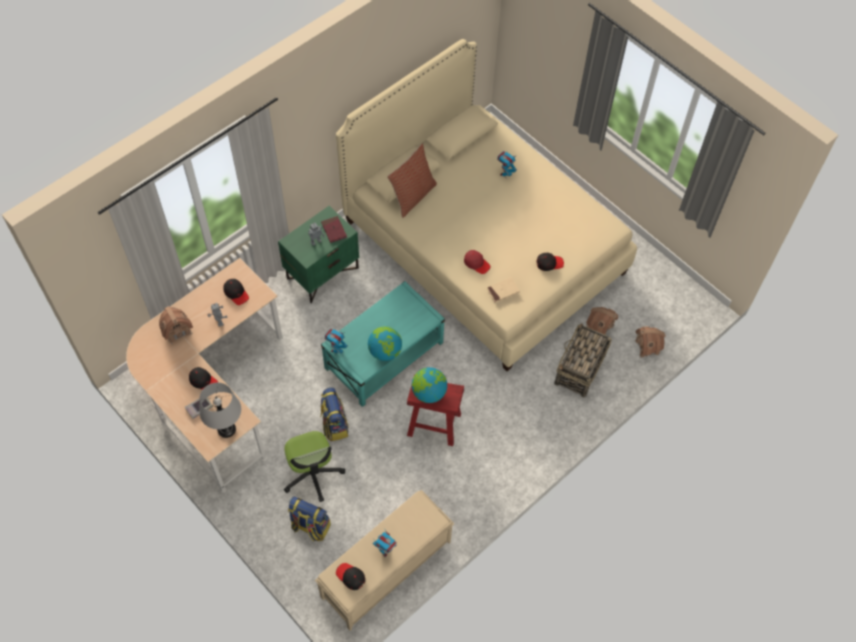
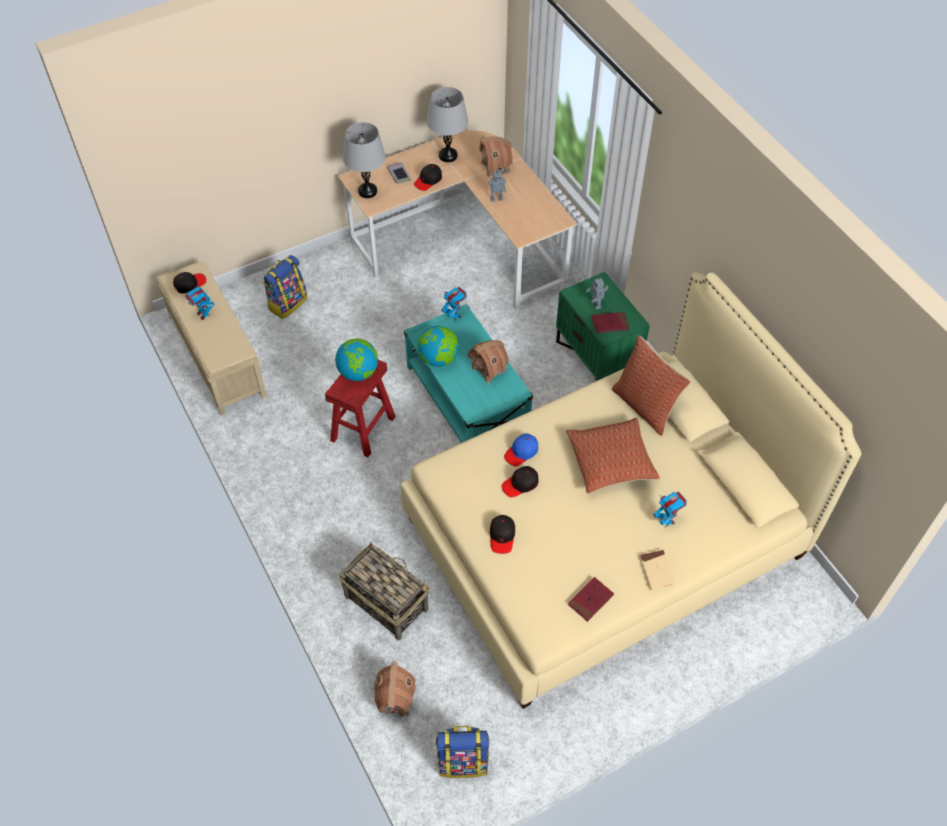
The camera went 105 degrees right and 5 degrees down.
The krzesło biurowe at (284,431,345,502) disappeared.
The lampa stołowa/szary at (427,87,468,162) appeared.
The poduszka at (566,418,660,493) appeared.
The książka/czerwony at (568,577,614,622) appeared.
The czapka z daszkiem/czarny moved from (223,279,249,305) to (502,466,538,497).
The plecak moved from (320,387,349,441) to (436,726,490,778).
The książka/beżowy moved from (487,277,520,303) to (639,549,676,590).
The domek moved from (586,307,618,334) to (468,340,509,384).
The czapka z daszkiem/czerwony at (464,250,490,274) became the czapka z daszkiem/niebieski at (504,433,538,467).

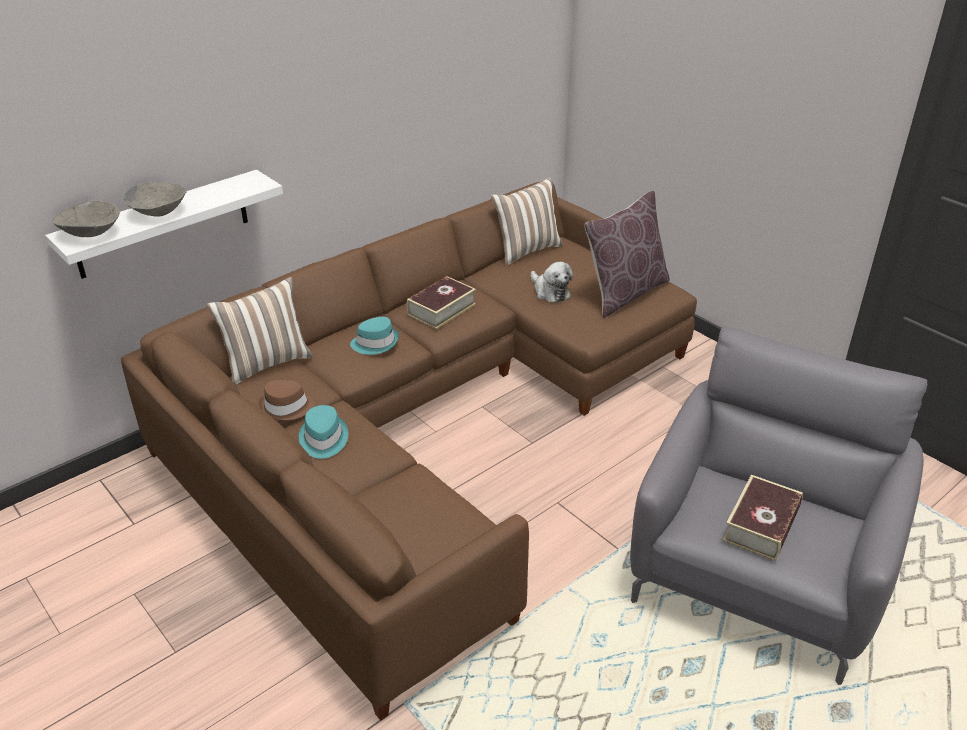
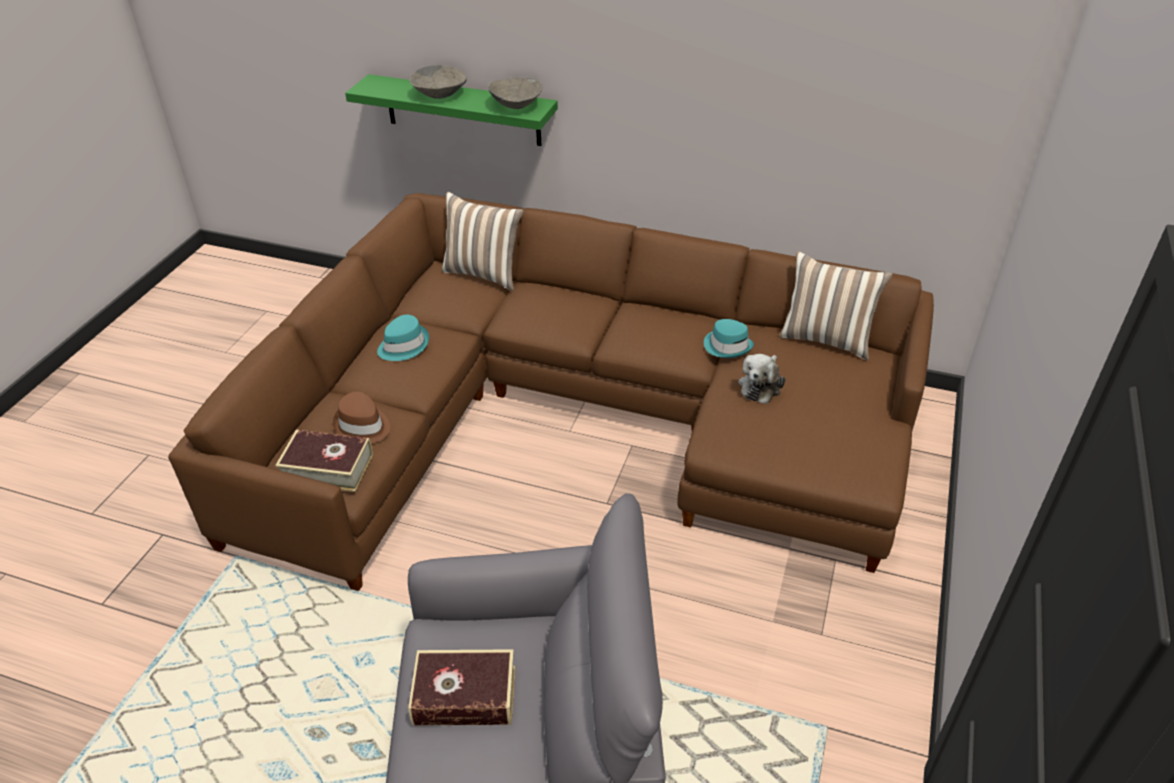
The camera went 60 degrees right and 5 degrees up.
The poduszka/brązowy at (584,191,670,318) disappeared.
The miska/szary moved from (52,200,120,237) to (488,77,543,109).
The kapelusz/brązowy moved from (259,380,314,421) to (333,392,390,443).
The kapelusz/turkusowy moved from (350,317,399,355) to (704,319,754,358).
The książka moved from (407,276,476,329) to (275,429,373,492).
The półka/biały at (45,170,283,279) became the półka/zielony at (345,74,558,146).

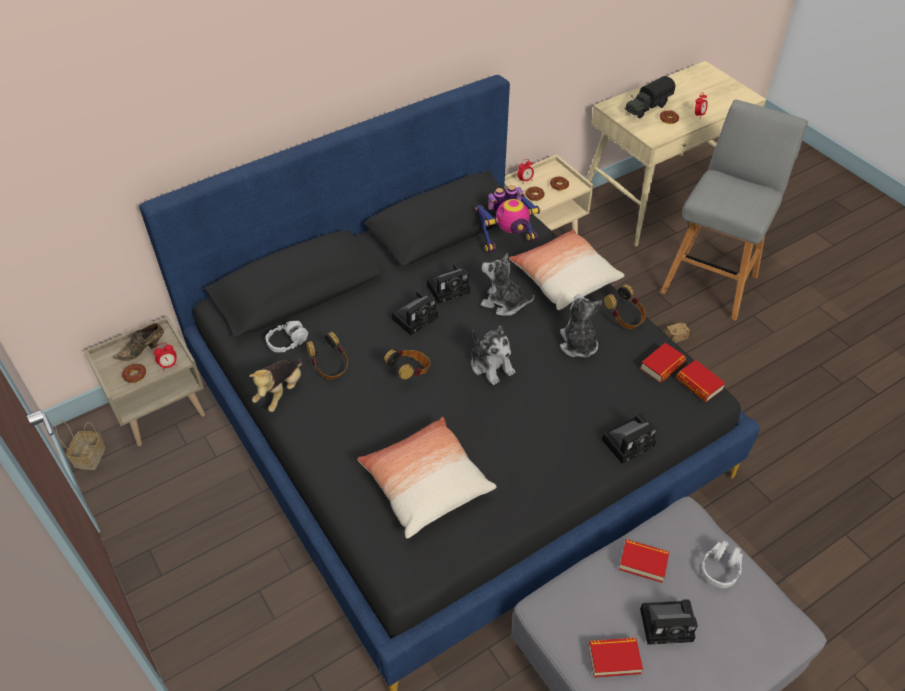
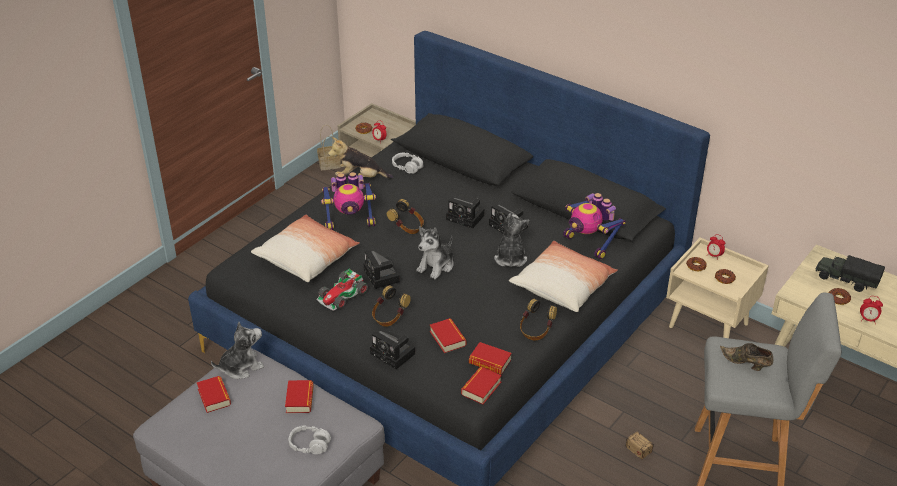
The camera went 70 degrees right and 10 degrees down.
The samochodzik at (316,268,368,311) appeared.
The robot zabawkowy at (321,172,376,230) appeared.
The książka at (430,318,466,353) appeared.
The but/brązowy moved from (113,323,164,361) to (720,343,774,371).
The słuchawki moved from (306,332,348,379) to (372,285,411,327).
The pluszak moved from (560,294,602,357) to (211,322,264,379).
The aparat fotograficzny moved from (640,599,698,645) to (364,250,400,289).

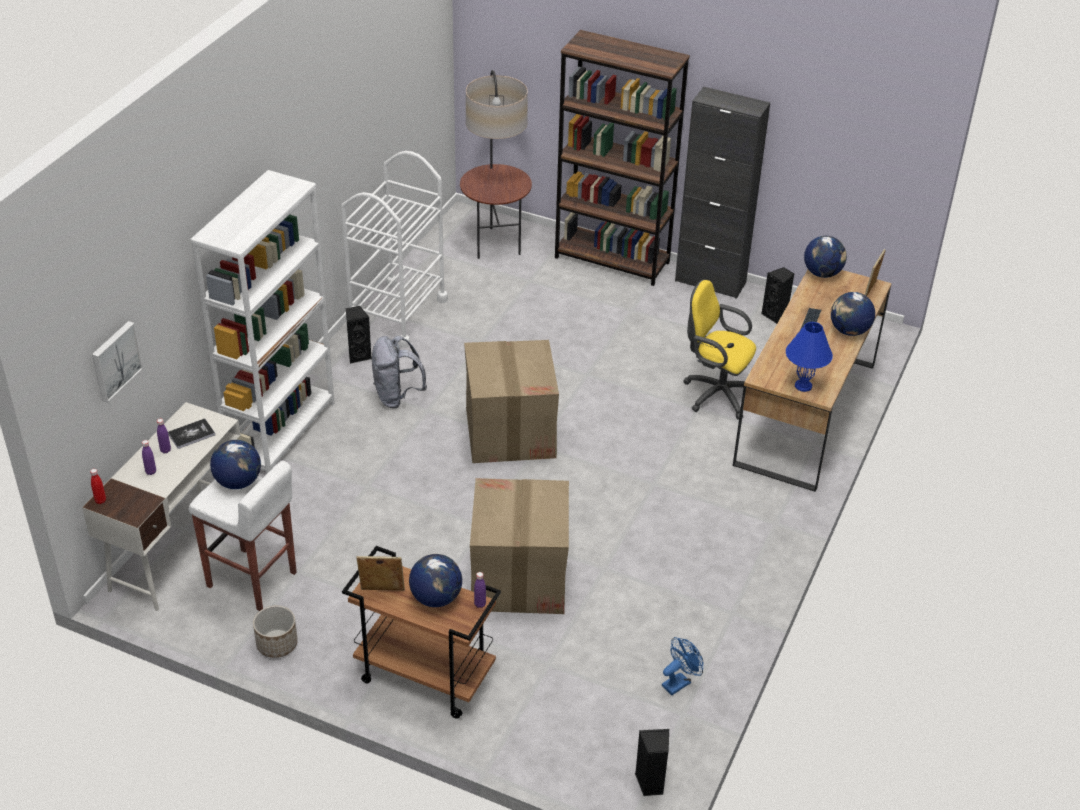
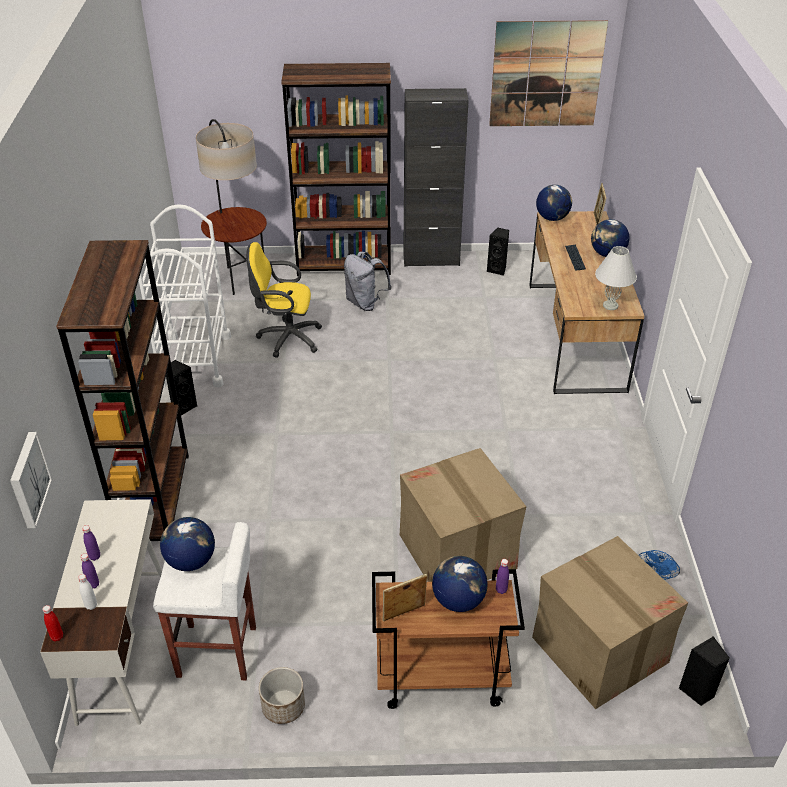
The camera went 25 degrees left and 0 degrees up.
The książka at (168,419,215,449) disappeared.
The butelka/biały at (78,574,97,610) appeared.
The obraz at (489,20,608,126) appeared.
The plecak/szary moved from (372,336,427,408) to (344,251,391,311).
The karton moved from (464,340,559,463) to (532,536,688,709).
The krzesło biurowe/żółty moved from (683,280,756,419) to (246,242,322,358).
The regał/biały at (191,170,335,474) became the regał/brązowy at (56,240,189,541).
The lampa stołowa/niebieski at (786,322,833,392) became the lampa stołowa/biały at (595,246,637,310).

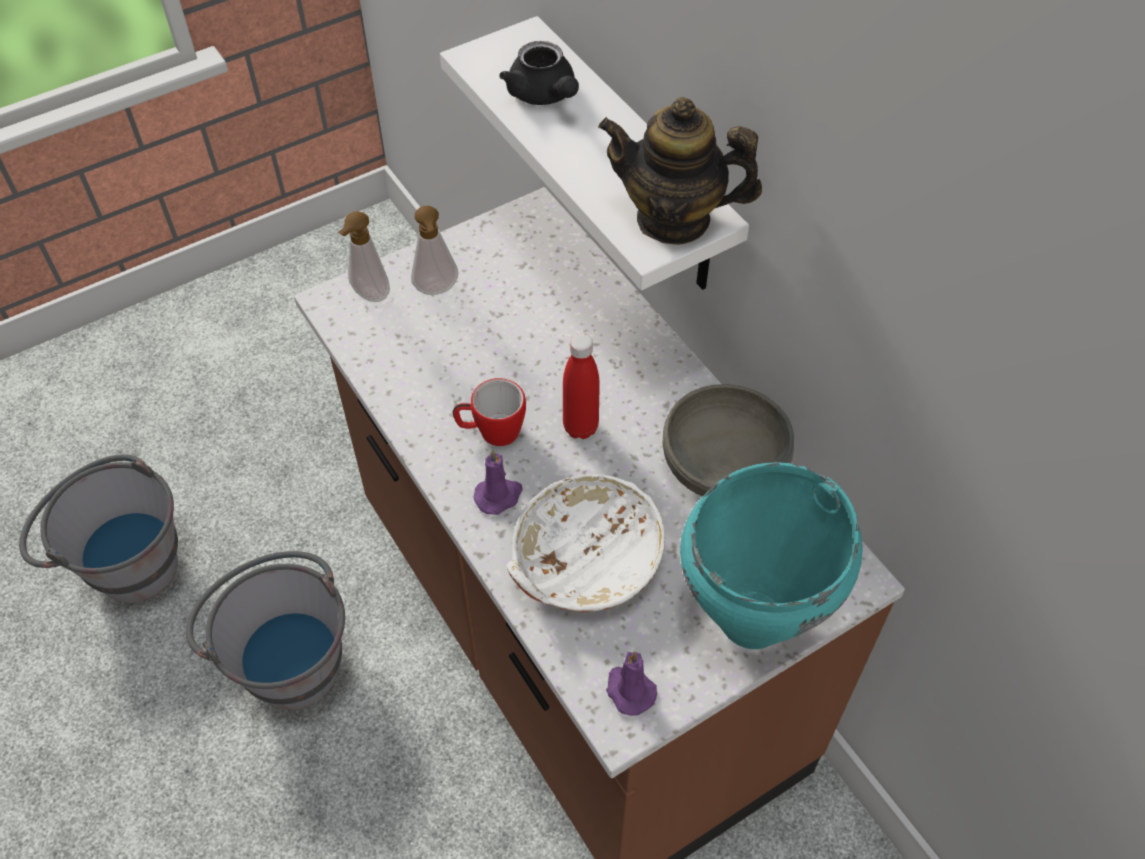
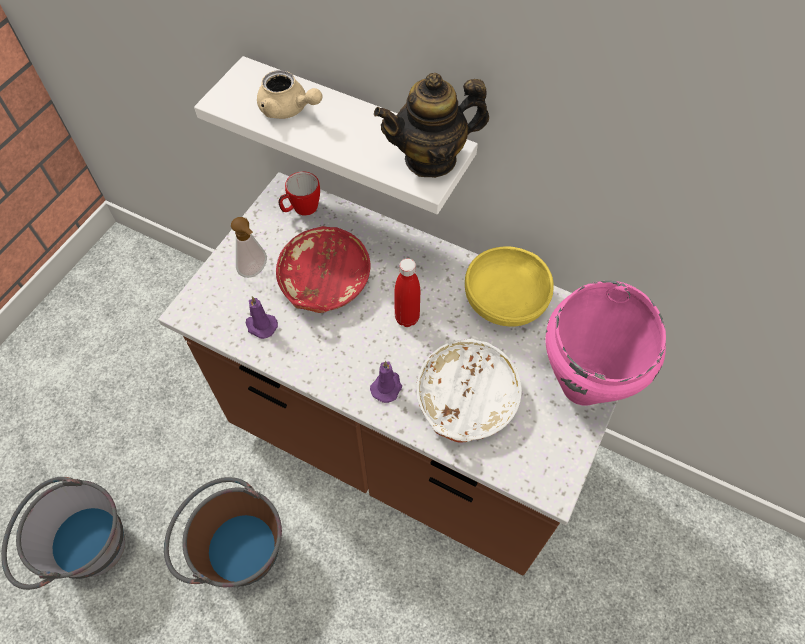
The camera went 30 degrees left and 5 degrees up.
The dozownik mydła at (338,211,390,302) disappeared.
The miska/czerwony at (276,226,371,313) appeared.
The kubek moved from (452,378,526,446) to (278,172,320,216).
The świeca/fioletowy moved from (606,651,657,716) to (246,296,278,339).
The wiadro/szary at (186,551,345,710) became the wiadro/brązowy at (164,477,282,587).
The imbryk/czarny at (499,41,579,105) became the imbryk/beżowy at (257,70,322,119).
The miska/szary at (663,384,794,497) became the miska/żółty at (465,246,554,327).
The garnek/turkusowy at (680,462,862,649) became the garnek/różowy at (546,281,666,406).

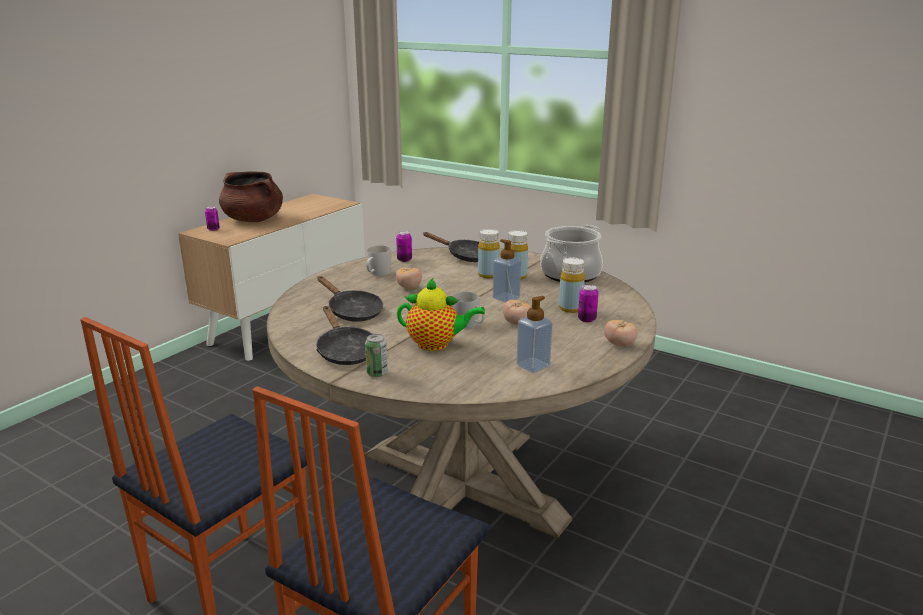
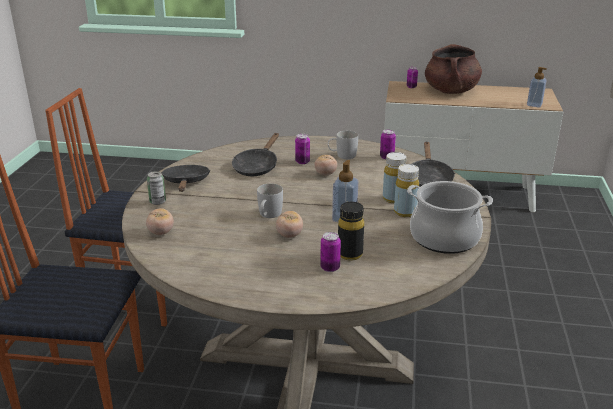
The camera went 65 degrees right and 5 degrees up.
The imbryk at (397,278,485,351) disappeared.
The puszka at (295,134,310,164) appeared.
The dozownik mydła moved from (517,296,552,373) to (527,67,547,108).
The pomidor moved from (604,320,638,346) to (146,208,174,235).
The butelka/żółty at (559,258,585,313) became the butelka/czarny at (338,202,364,261).
The patelnia/czarny at (316,306,372,365) turned 135 degrees clockwise.

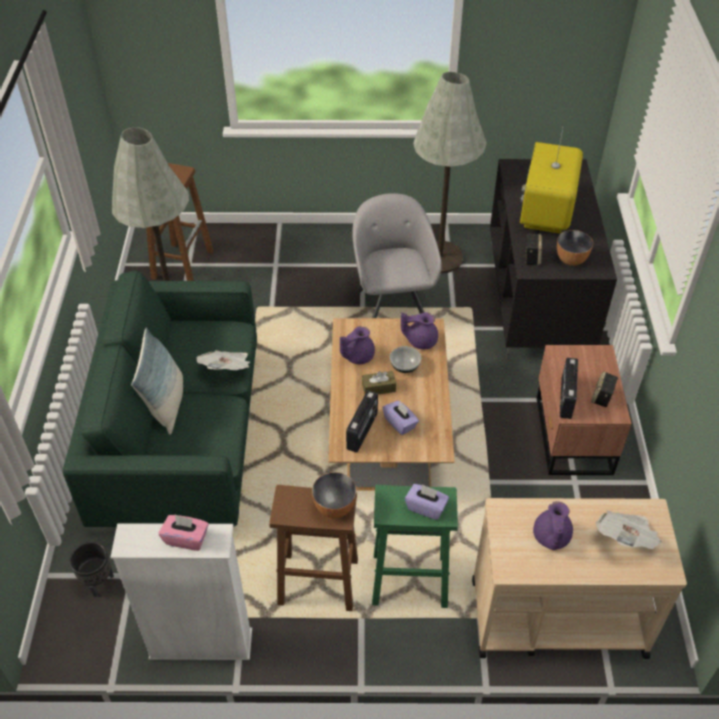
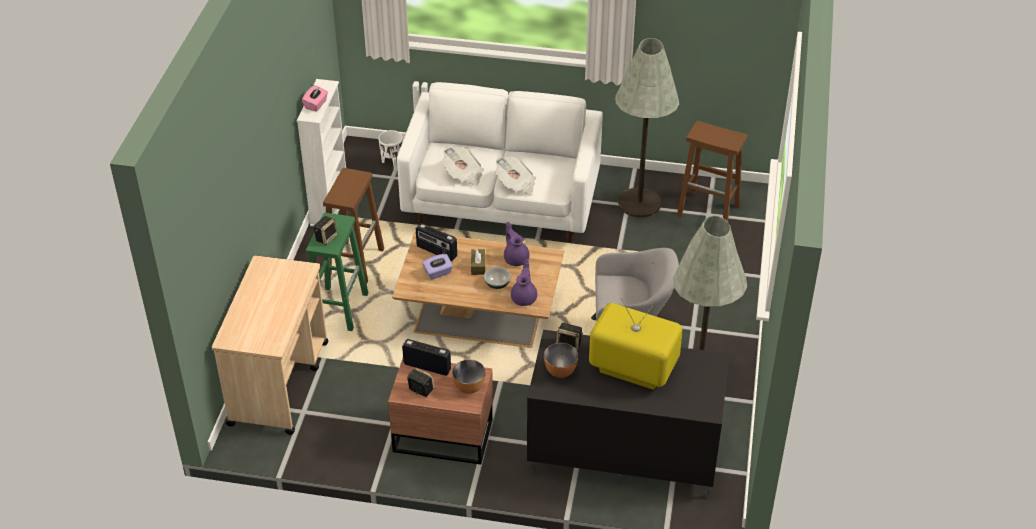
The camera went 100 degrees right and 5 degrees down.
The poduszka at (131,327,183,435) disappeared.
The imbryk/fioletowy at (533,501,573,550) disappeared.
The miska moved from (312,472,357,518) to (452,360,486,394).
The gazeta moved from (596,510,662,549) to (442,146,484,186).
The pudełko chusteczek/fioletowy at (405,484,449,520) was replaced by the głośnik at (313,216,338,245).
The kanapa/zielony at (63,271,257,527) became the kanapa/biały at (397,82,603,242).
The donica/czarny at (69,542,114,597) became the donica/biały at (378,130,403,170).

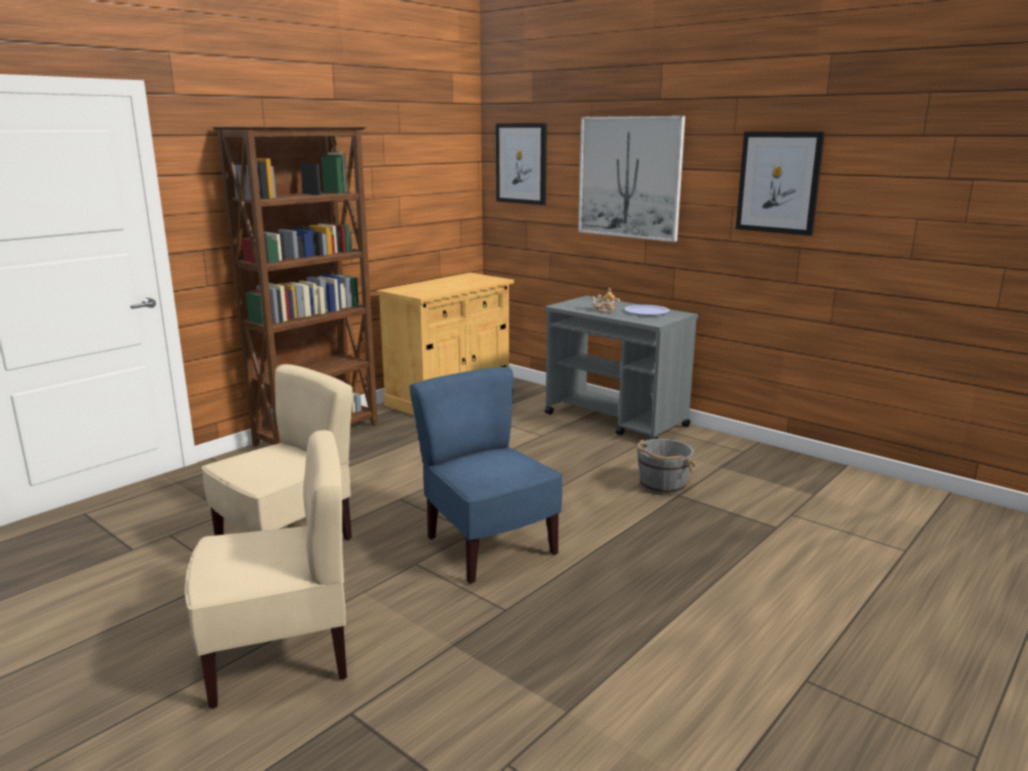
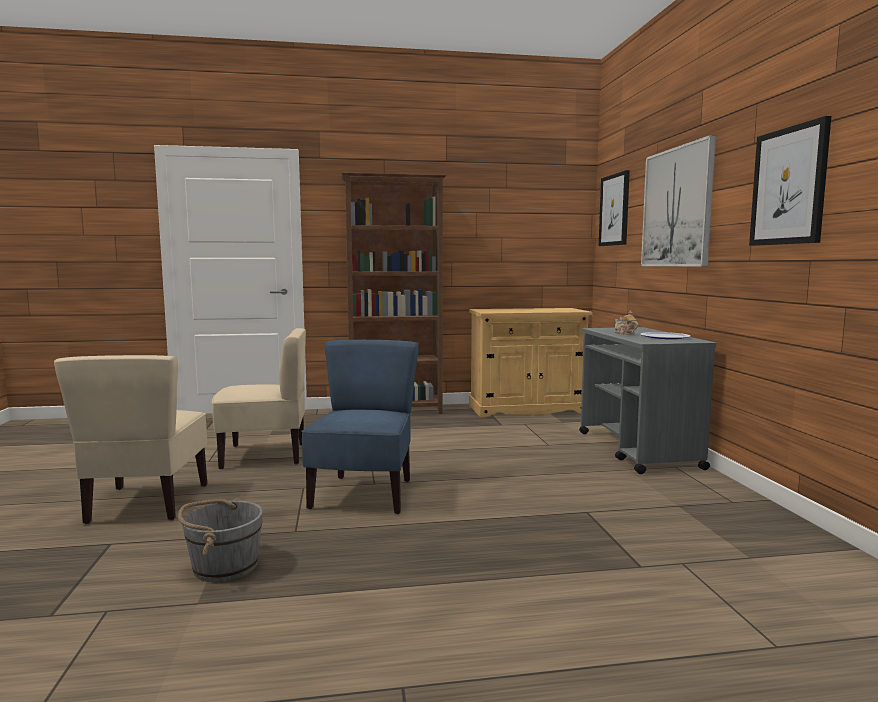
The camera went 40 degrees right and 10 degrees down.
The wiadro/szary moved from (636,439,696,495) to (178,498,263,582).
The krzesło/beżowy at (185,430,347,709) turned 60 degrees clockwise.

